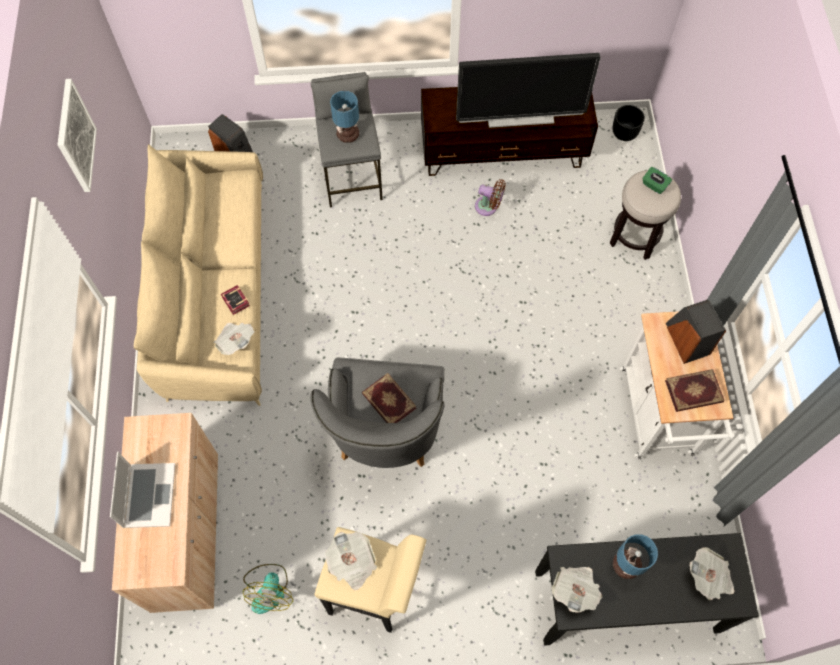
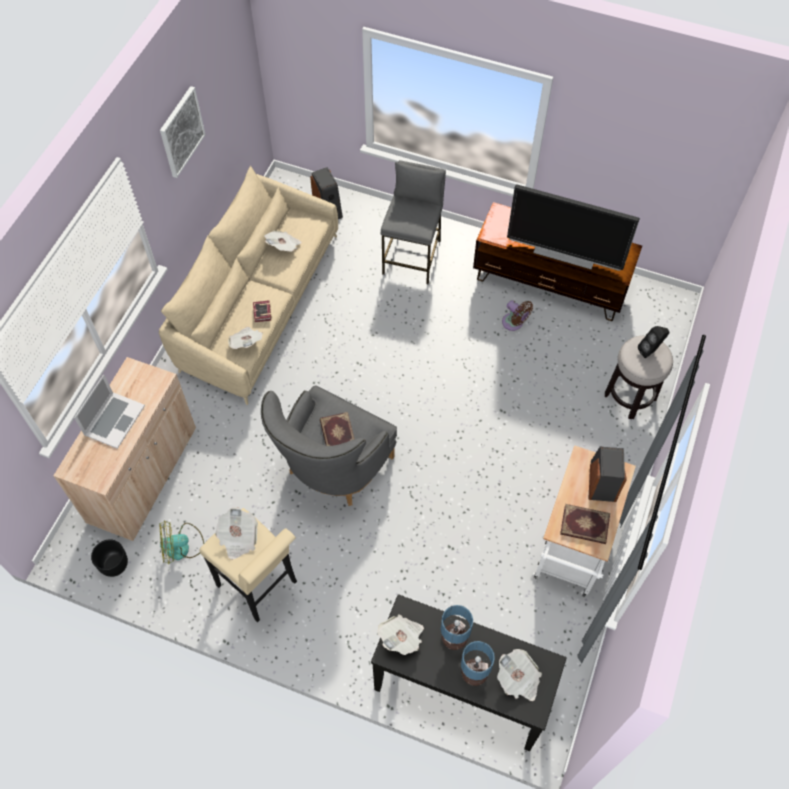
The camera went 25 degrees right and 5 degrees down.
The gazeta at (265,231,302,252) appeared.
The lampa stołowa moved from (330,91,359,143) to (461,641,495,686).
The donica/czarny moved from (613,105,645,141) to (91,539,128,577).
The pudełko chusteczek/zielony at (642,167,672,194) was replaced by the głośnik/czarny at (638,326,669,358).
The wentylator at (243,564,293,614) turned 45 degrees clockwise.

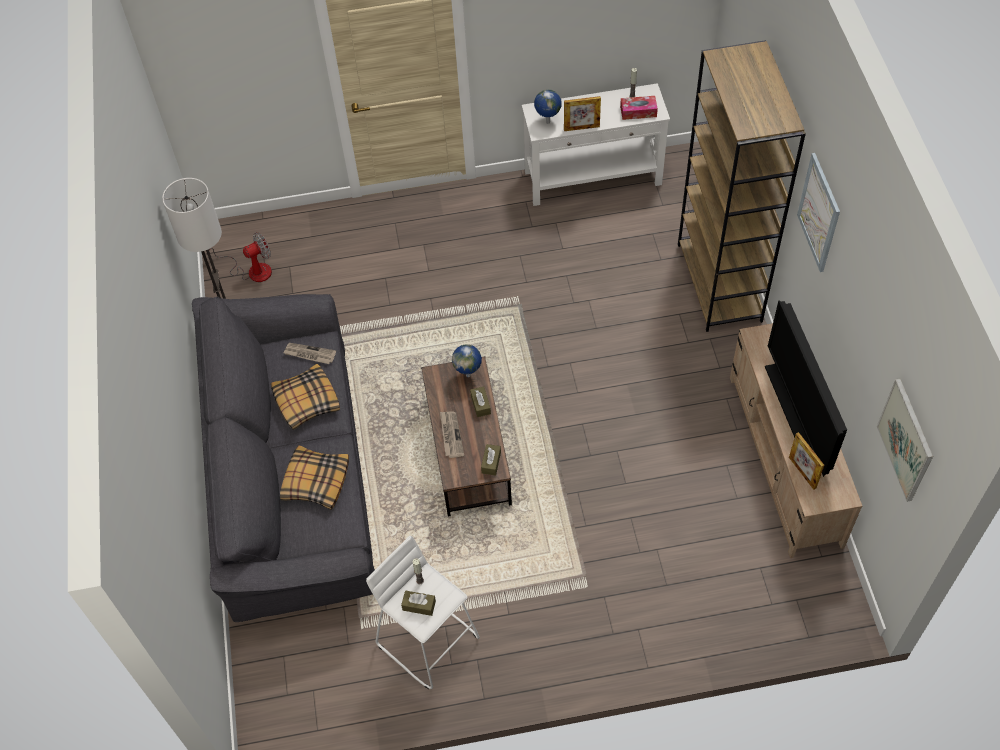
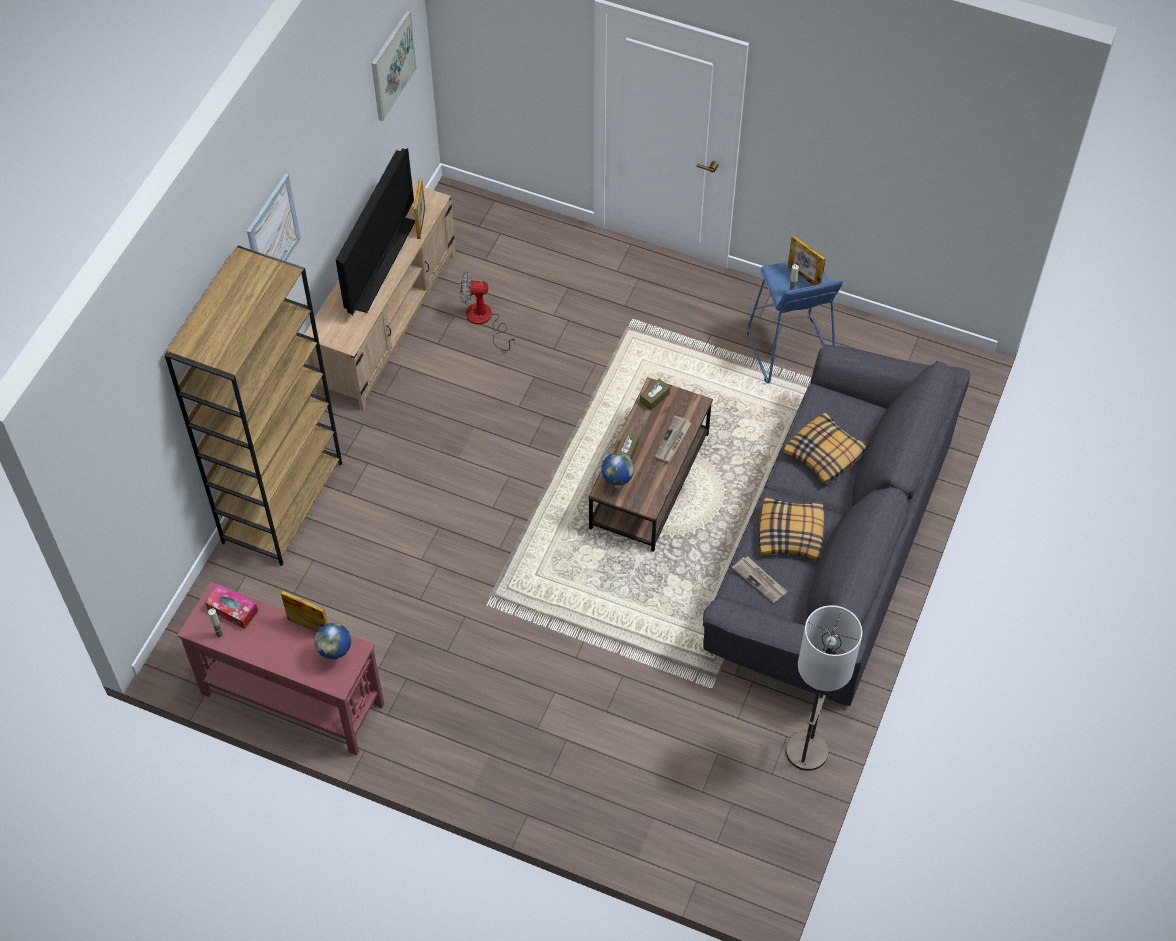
The camera went 150 degrees left and 0 degrees up.
The wentylator moved from (209,232,272,282) to (460,271,515,351).
The pudełko chusteczek/brązowy at (401,590,436,616) was replaced by the ramka na zdjęcie at (787,235,826,286).
The stołek/biały at (366,536,480,689) became the stołek/niebieski at (747,262,843,383).
The stolik konsolowy/biały at (522,83,670,206) became the stolik konsolowy/czerwony at (178,582,384,755).

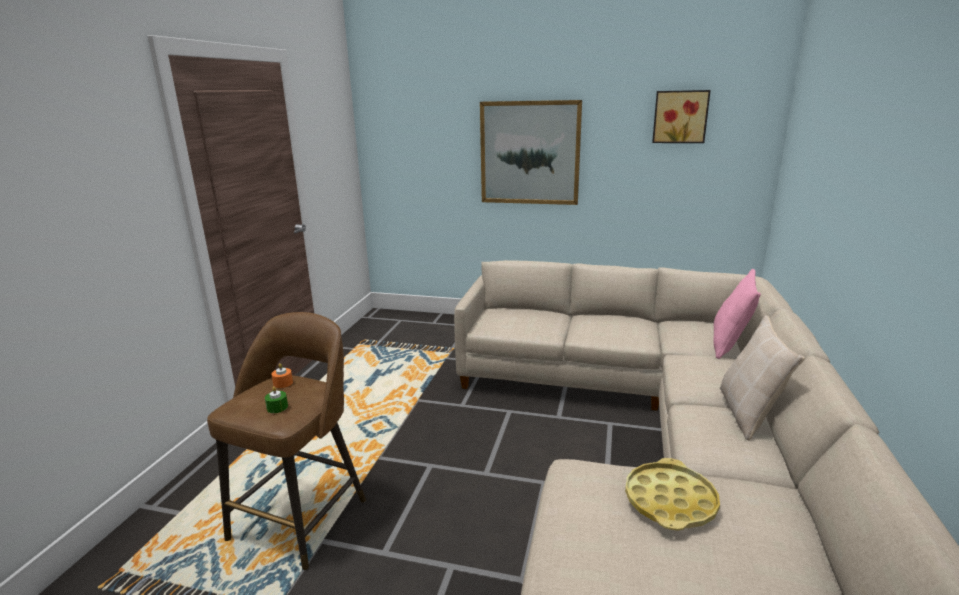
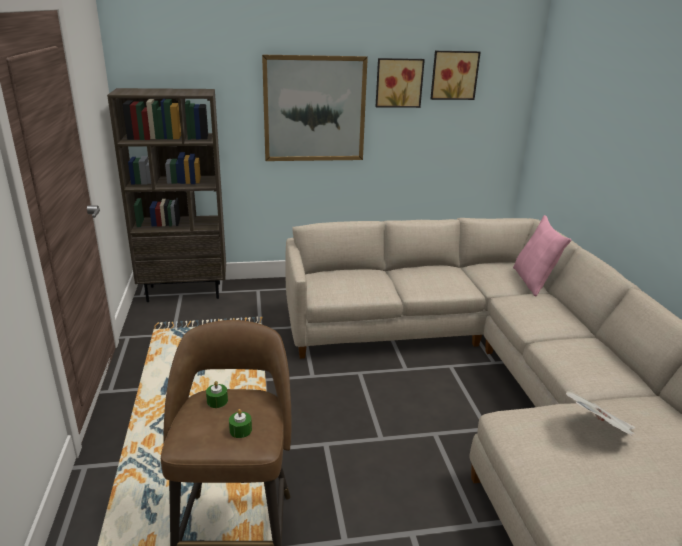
The camera went 25 degrees left and 5 degrees up.
The poduszka/beżowy at (720,315,805,440) disappeared.
The regał/brązowy at (107,88,226,302) appeared.
The obraz at (375,58,425,108) appeared.
The taca/żółty at (625,458,720,531) was replaced by the gazeta at (566,391,636,436).
The świeca/pomarańczowy at (272,363,293,388) became the świeca/zielony at (206,381,228,408).

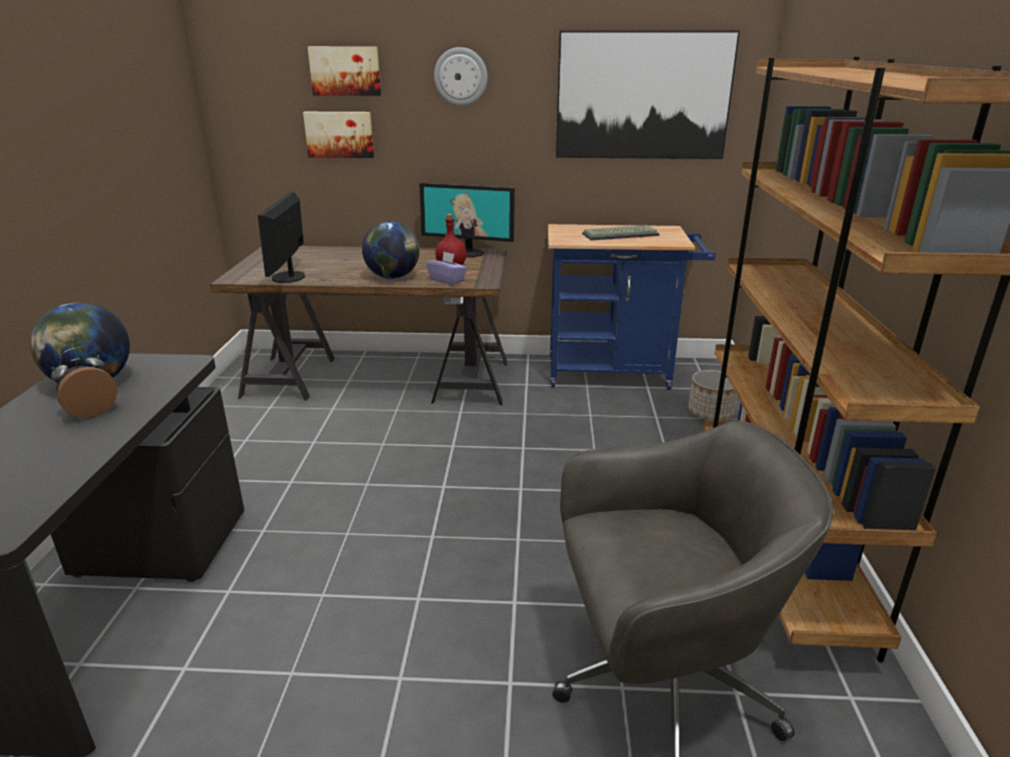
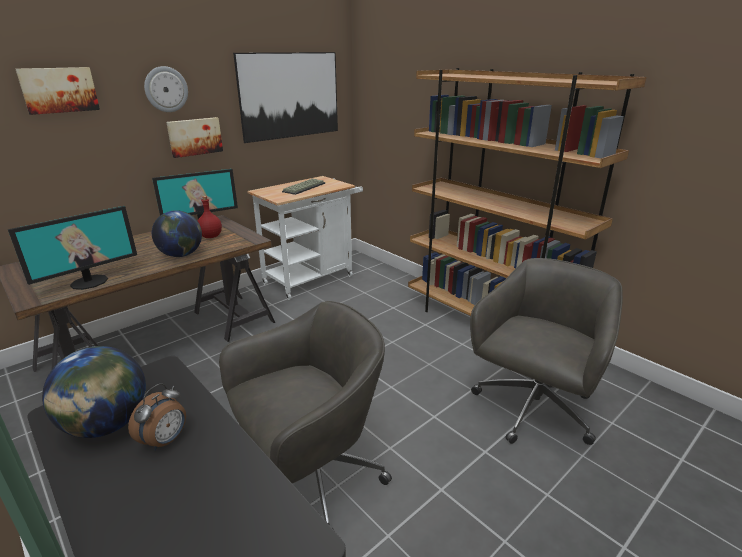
The camera went 45 degrees left and 0 degrees up.
The pudełko chusteczek/fioletowy at (426,252,467,285) disappeared.
The donica at (688,370,738,421) disappeared.
The krzesło biurowe/szary at (219,301,392,530) appeared.
The obraz moved from (303,112,374,158) to (166,117,223,158).
The wózek/niebieski at (548,224,716,390) became the wózek/biały at (247,176,363,300).
The budzik at (51,347,117,418) turned 150 degrees counterclockwise.
The monitor at (258,192,305,283) turned 90 degrees counterclockwise.

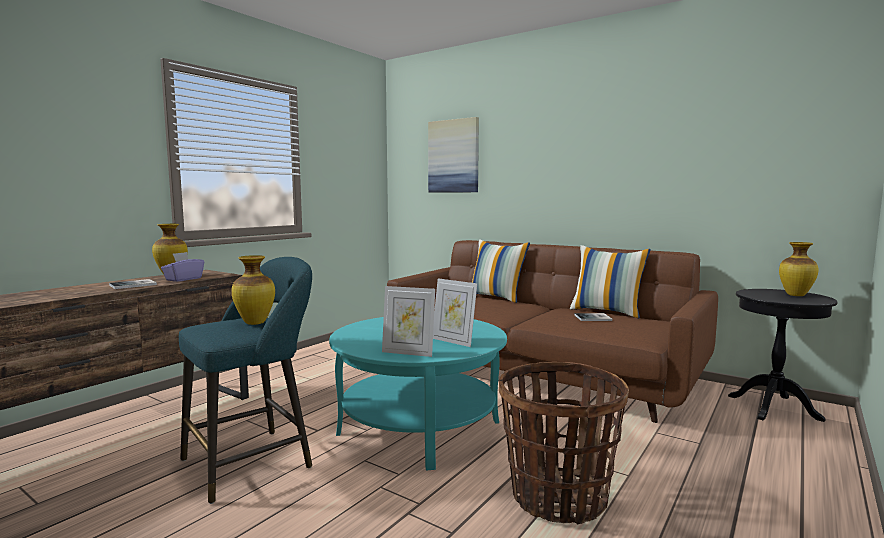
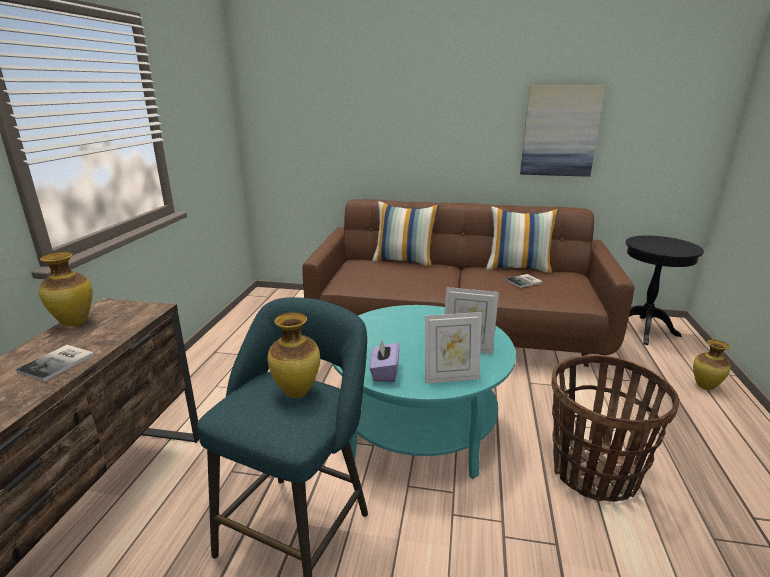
The camera went 25 degrees left and 15 degrees up.
The pudełko chusteczek/fioletowy moved from (161,252,204,282) to (369,339,400,382).
The obraz moved from (428,117,479,193) to (520,85,605,177).
The wazon moved from (779,242,819,296) to (693,339,730,390).

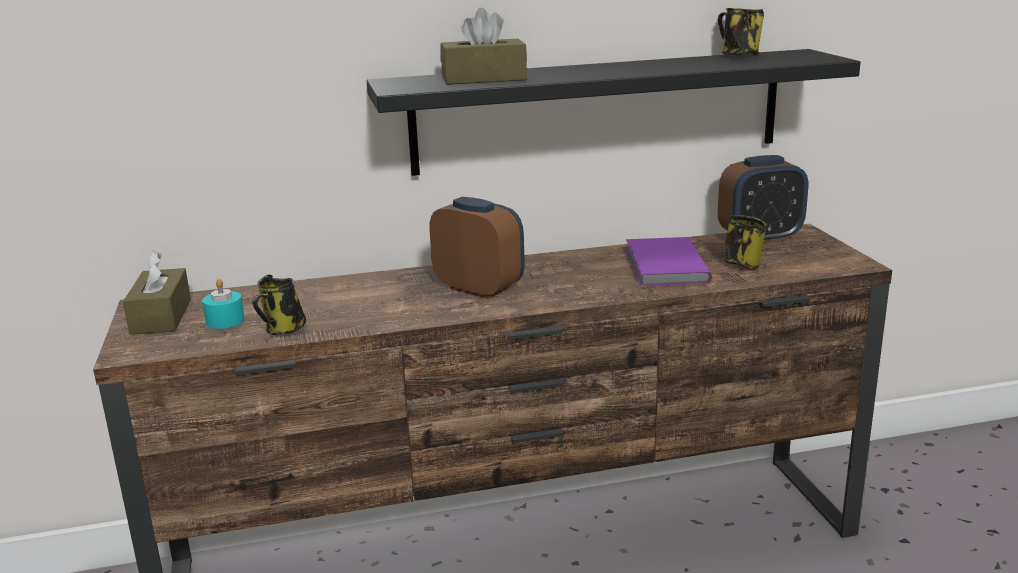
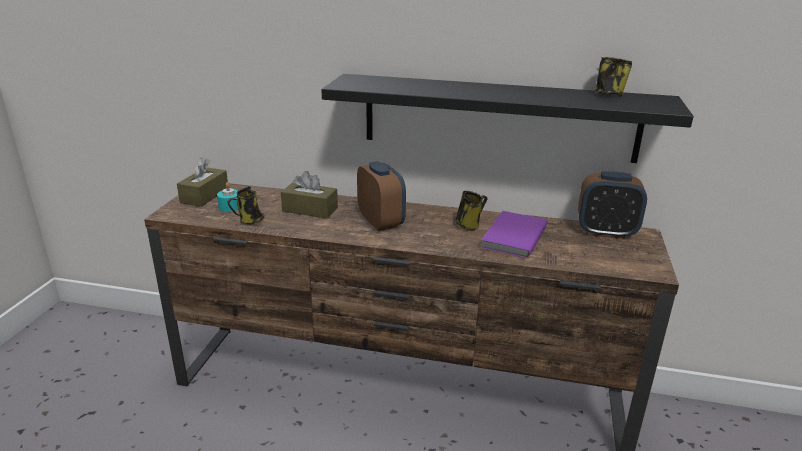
The camera went 25 degrees right and 5 degrees up.
The pudełko chusteczek/brązowy moved from (440,8,527,85) to (281,171,338,218).
The kubek moved from (725,215,767,269) to (455,191,488,231).

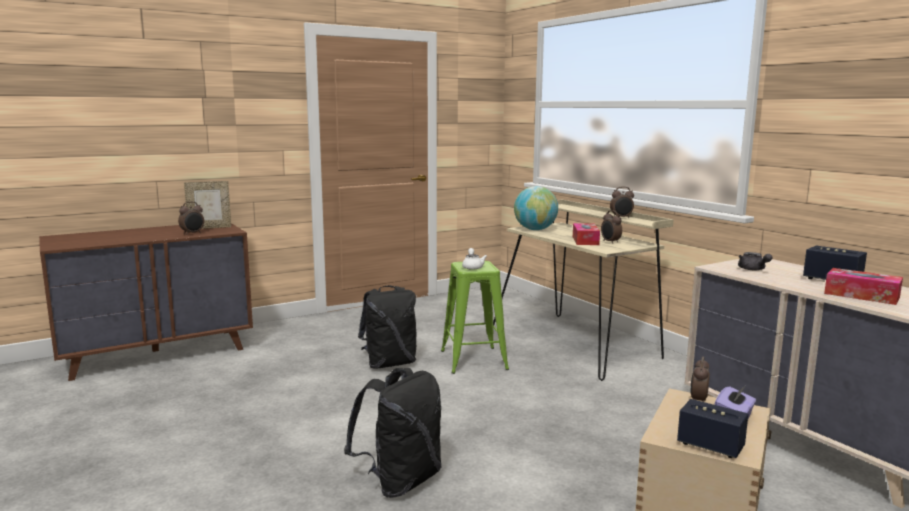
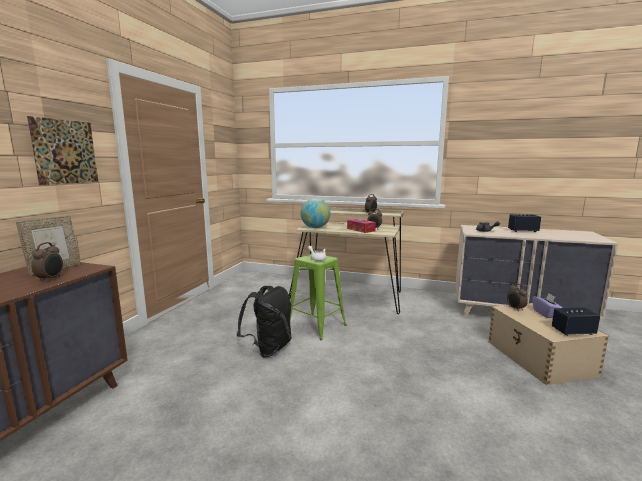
The camera went 40 degrees left and 0 degrees up.
The plecak/czarny at (344,368,442,498) disappeared.
The pudełko chusteczek at (824,268,903,305) disappeared.
The obraz at (27,116,98,185) appeared.

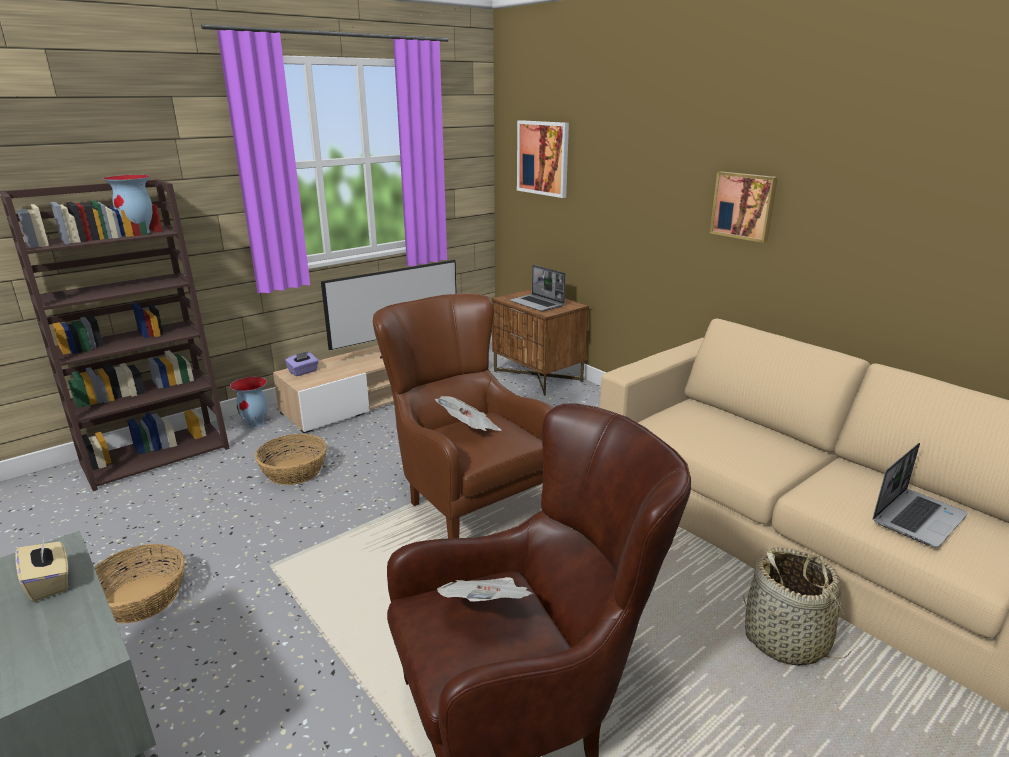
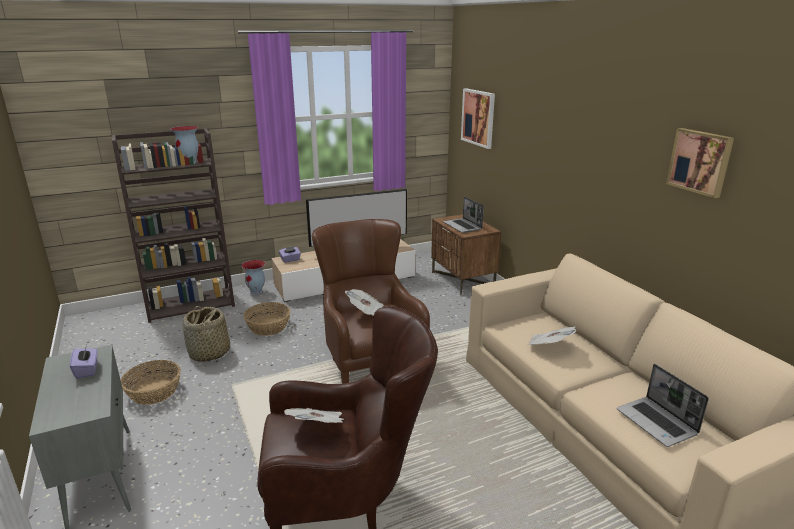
The camera went 15 degrees right and 0 degrees up.
The gazeta at (527,327,576,345) appeared.
The obraz moved from (710,171,778,243) to (666,128,734,198).
The koszyk moved from (743,547,852,666) to (183,306,230,362).
The pudełko chusteczek/beżowy at (15,538,68,602) became the pudełko chusteczek/fioletowy at (70,345,98,379).
The laptop at (872,443,968,548) turned 90 degrees clockwise.

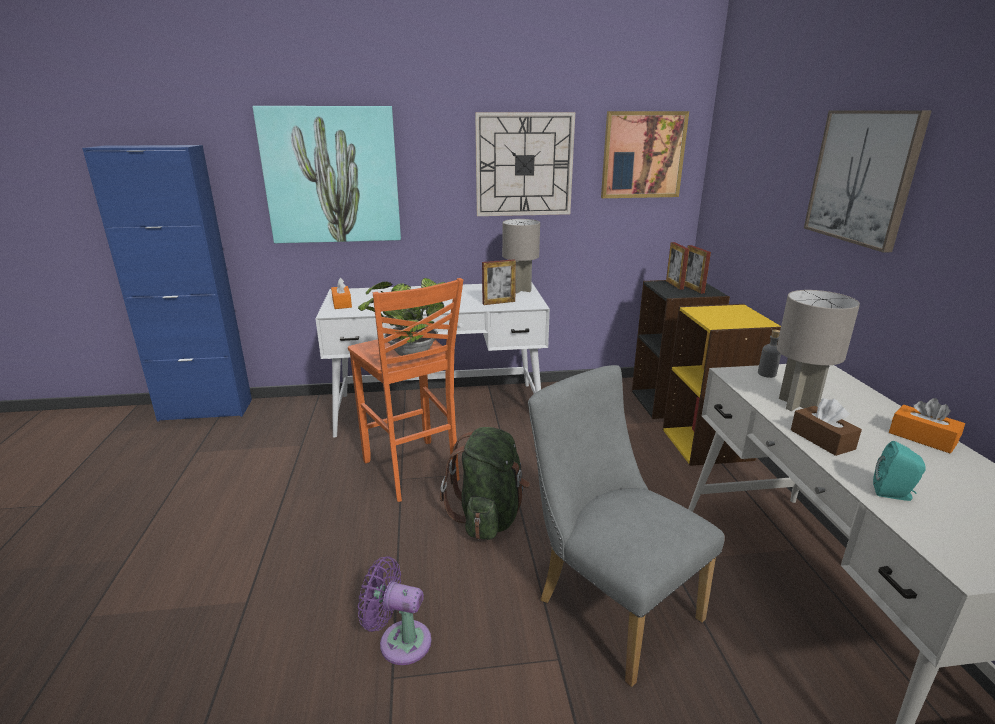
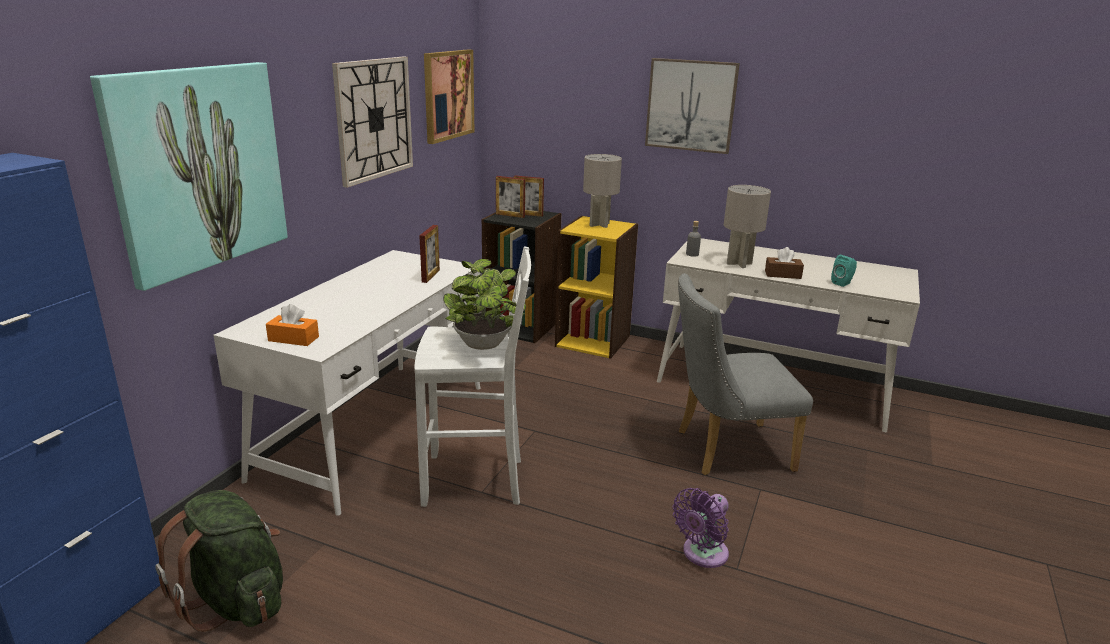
The camera went 60 degrees left and 0 degrees up.
The pudełko chusteczek/pomarańczowy at (889,398,965,453) disappeared.
The plecak/zielony moved from (440,427,530,540) to (155,490,283,632).
The lampa stołowa/szary moved from (502,219,540,293) to (583,154,622,228).
The stołek/pomarańczowy at (348,278,463,502) became the stołek/biały at (414,247,531,507).

